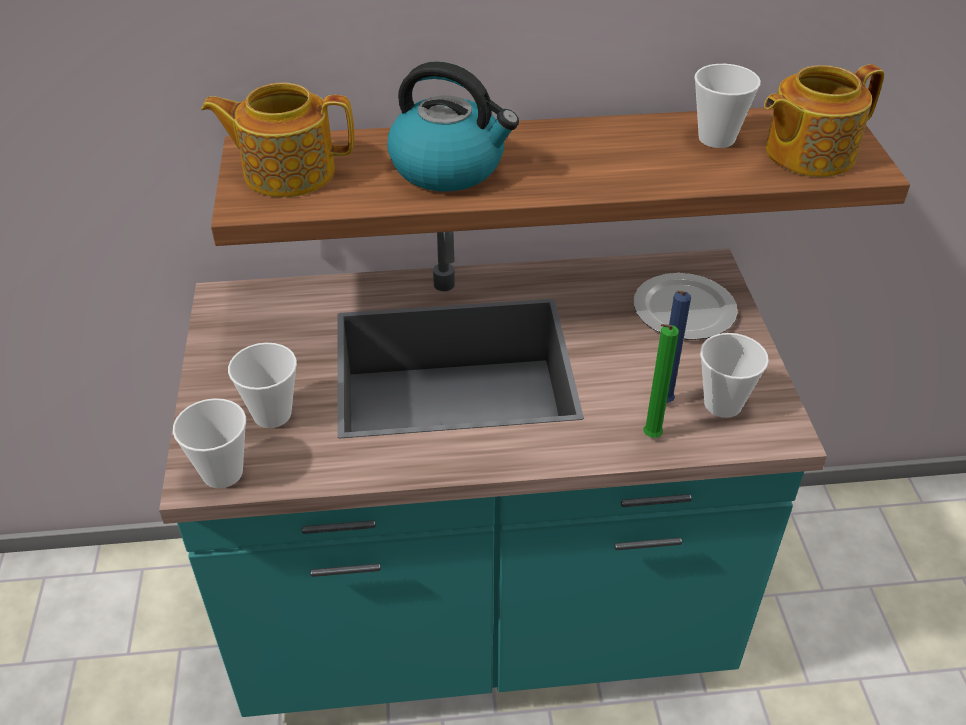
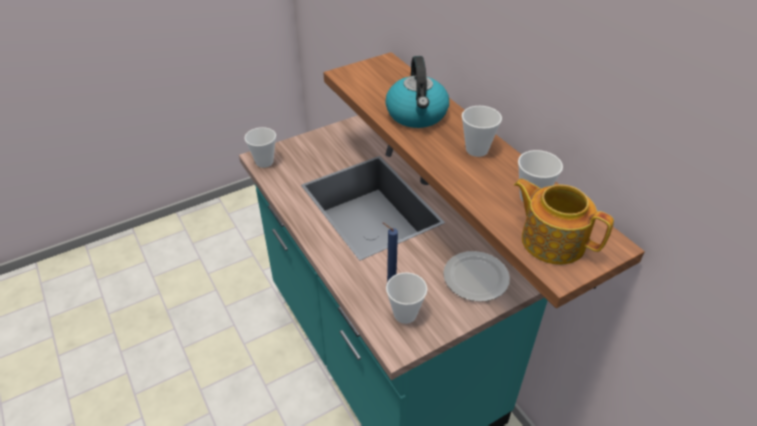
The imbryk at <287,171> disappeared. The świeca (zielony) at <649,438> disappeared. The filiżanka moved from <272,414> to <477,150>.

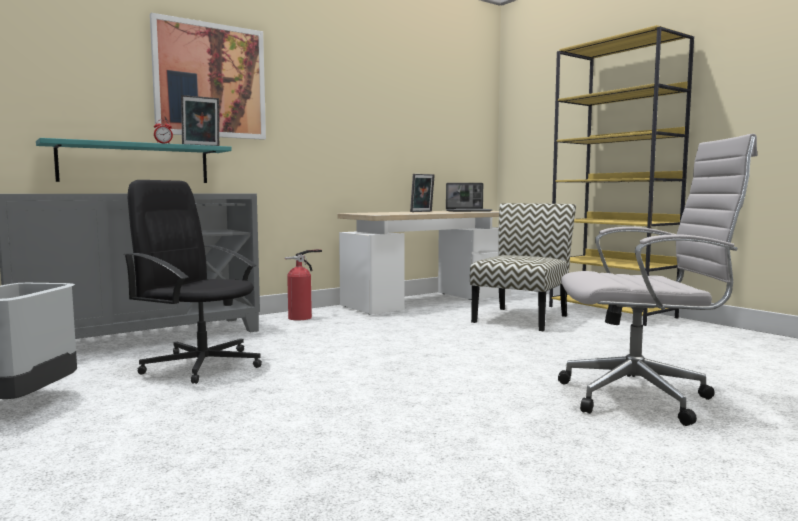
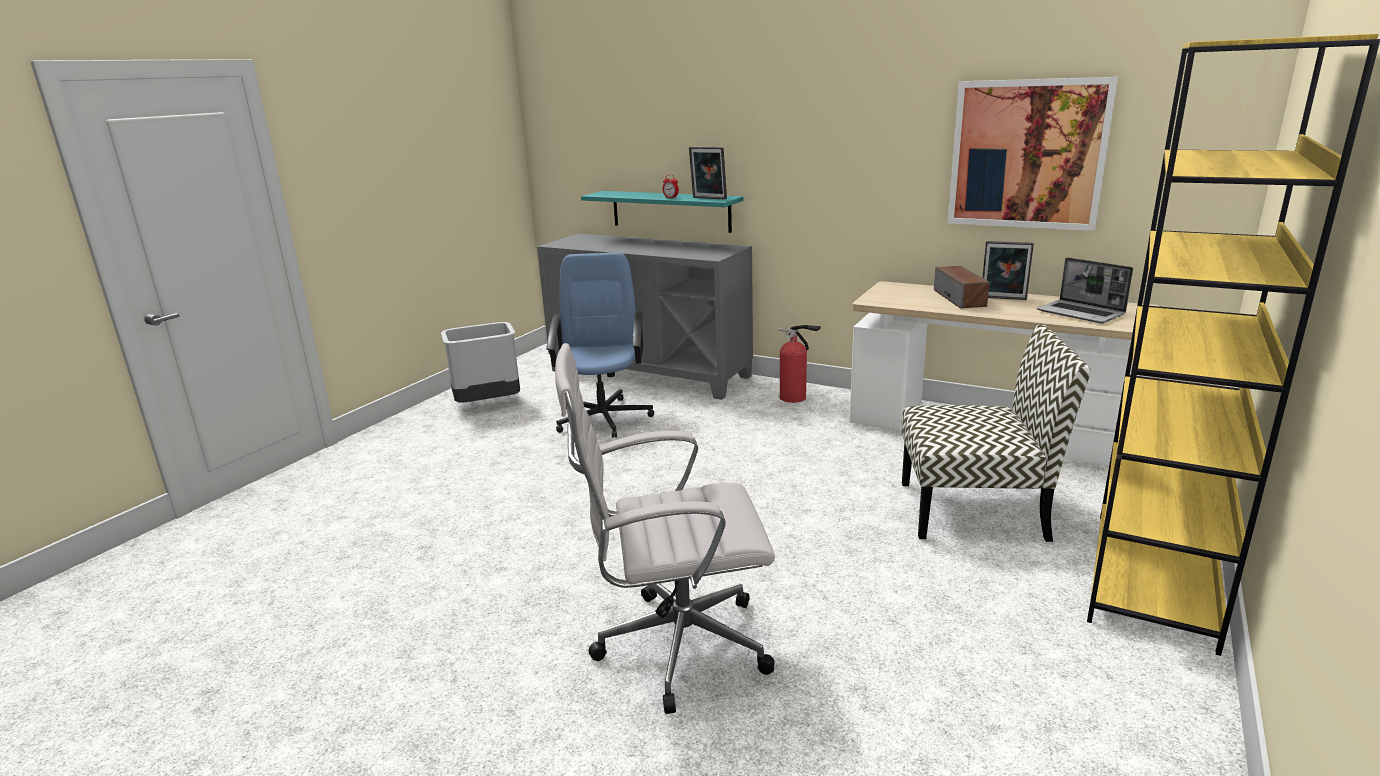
The głośnik at <959,298> appeared. The obraz moved from <210,80> to <1027,154>. The krzesło biurowe (czarny) at <202,364> became the krzesło biurowe (niebieski) at <603,417>. The krzesło biurowe (biały) at <642,397> turned 105 degrees clockwise.

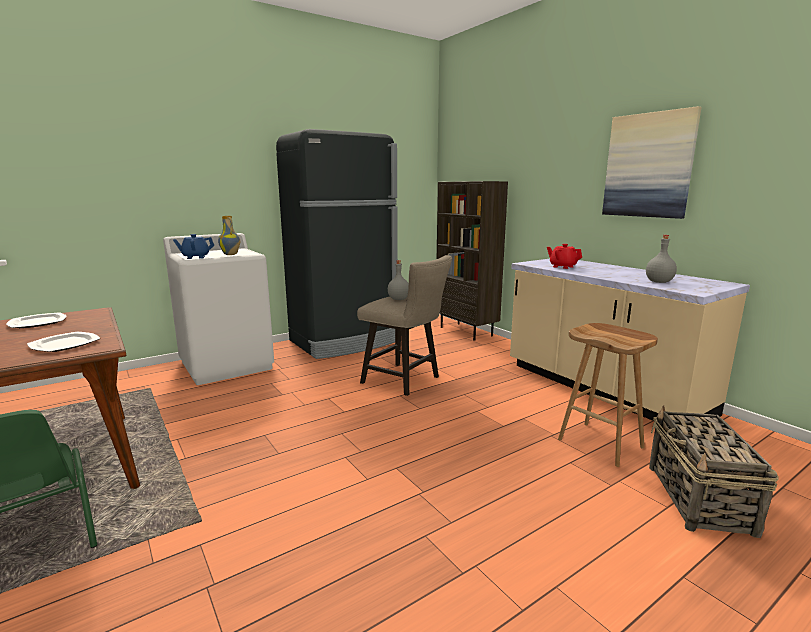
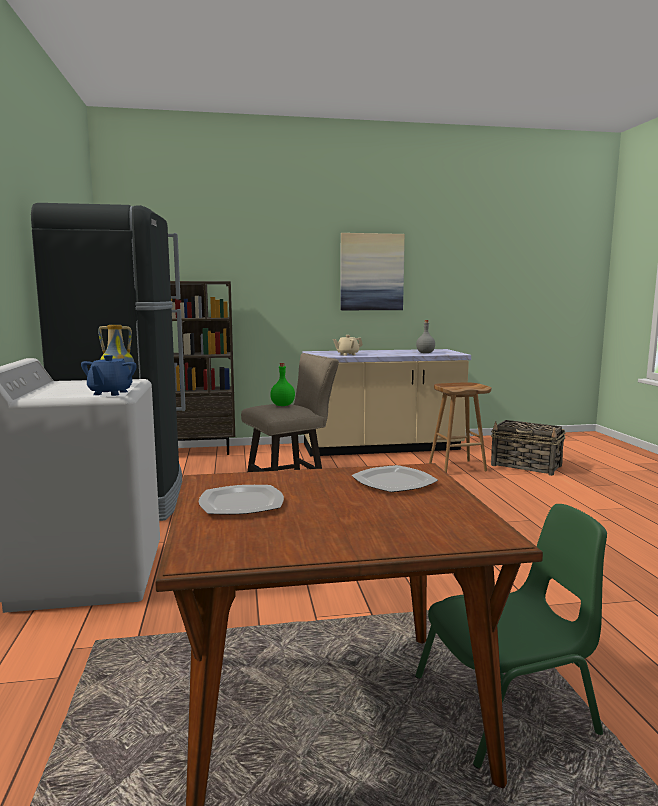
The butelka (szary) at <398,299> became the butelka (zielony) at <282,405>. The imbryk (czerwony) at <562,267> became the imbryk (beżowy) at <347,354>.

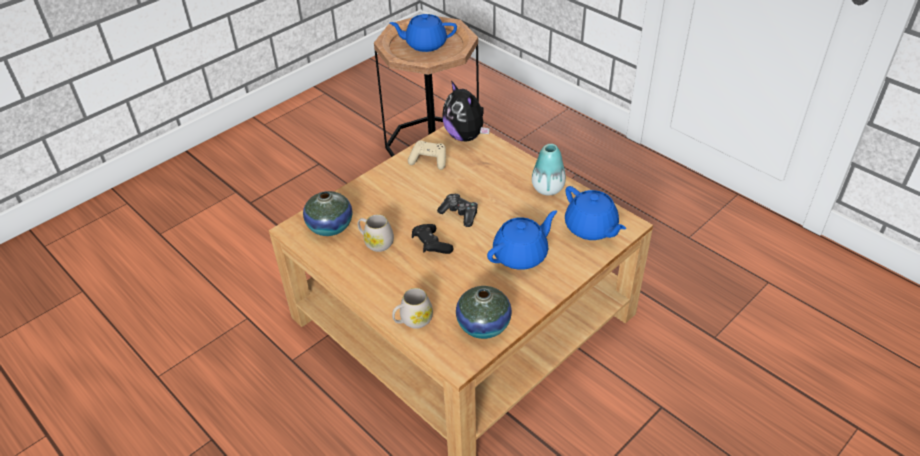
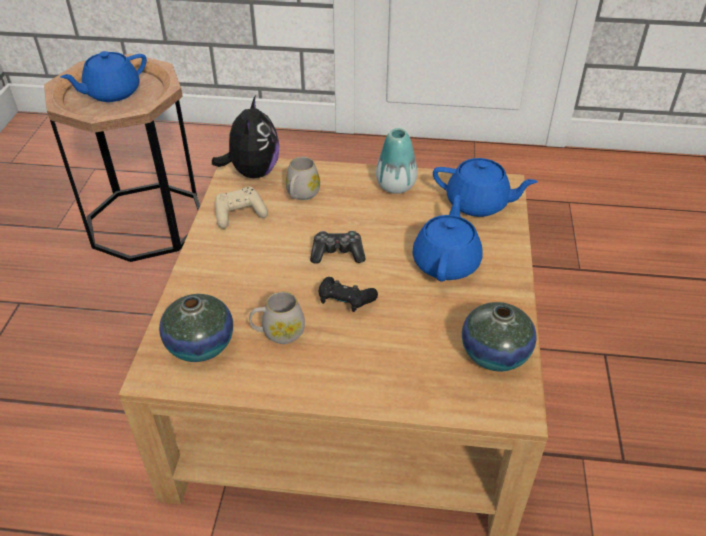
The kubek (biały) moved from <413,320> to <301,195>. The pluszak at <466,136> turned 105 degrees counterclockwise.

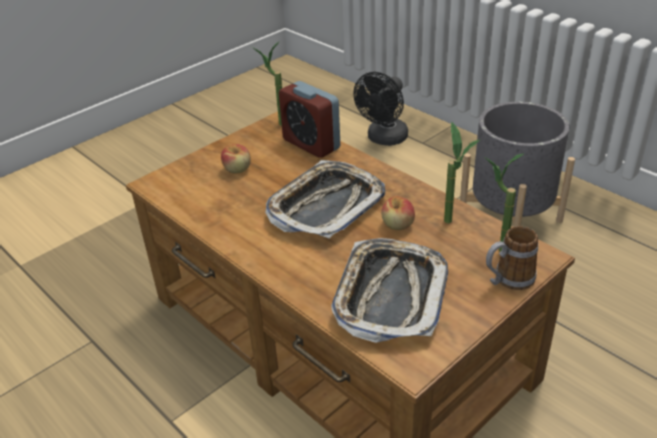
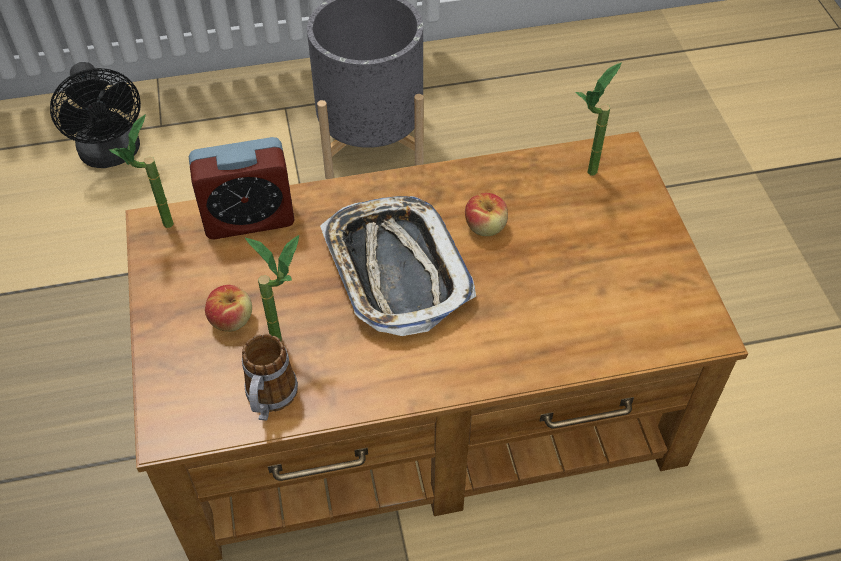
The taca at <390,295> disappeared. The roślina doniczkowa moved from <454,225> to <288,339>. The kubek moved from <508,280> to <269,400>.

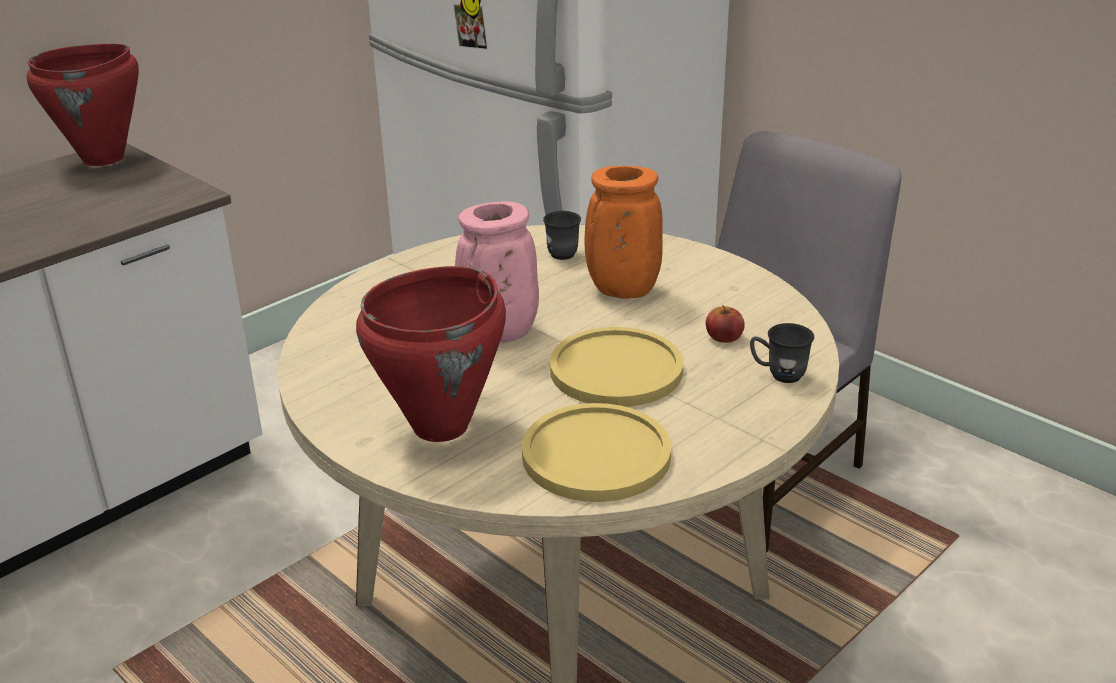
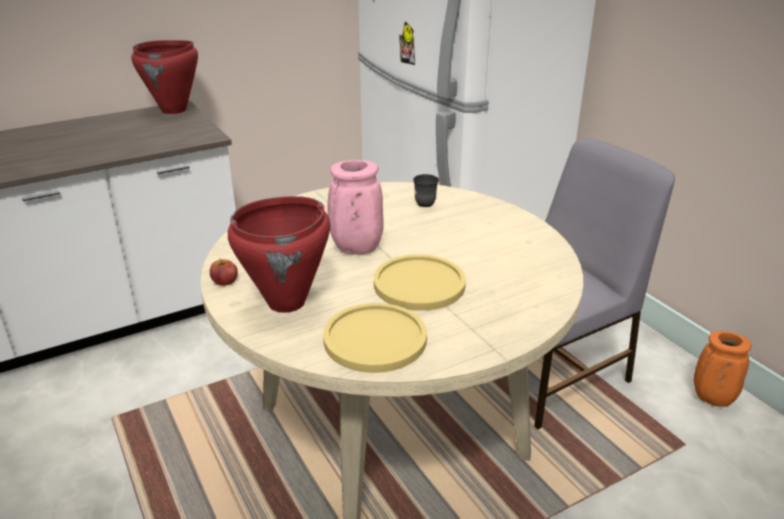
The kubek (szary) at <778,374> disappeared. The wazon (pomarańczowy) moved from <621,291> to <711,399>. The jabłko moved from <724,336> to <224,280>.

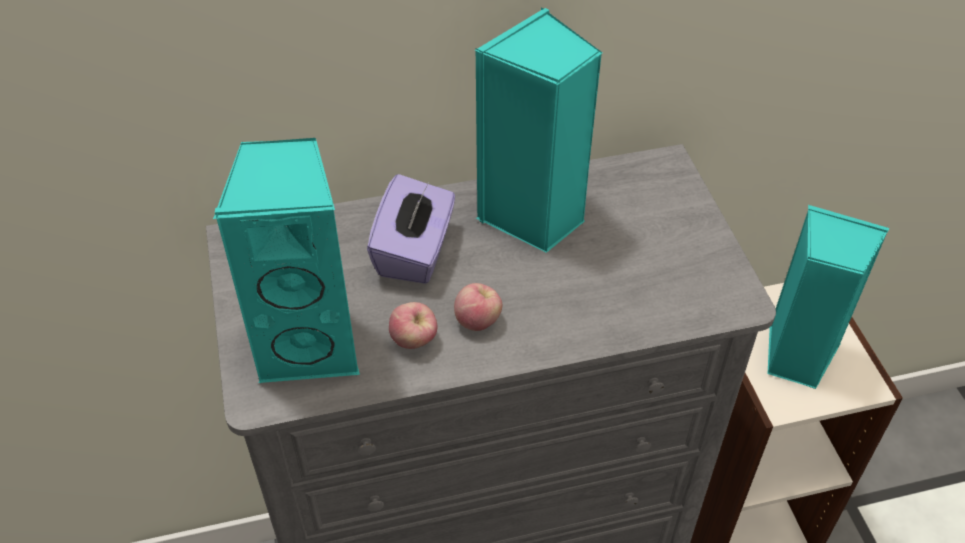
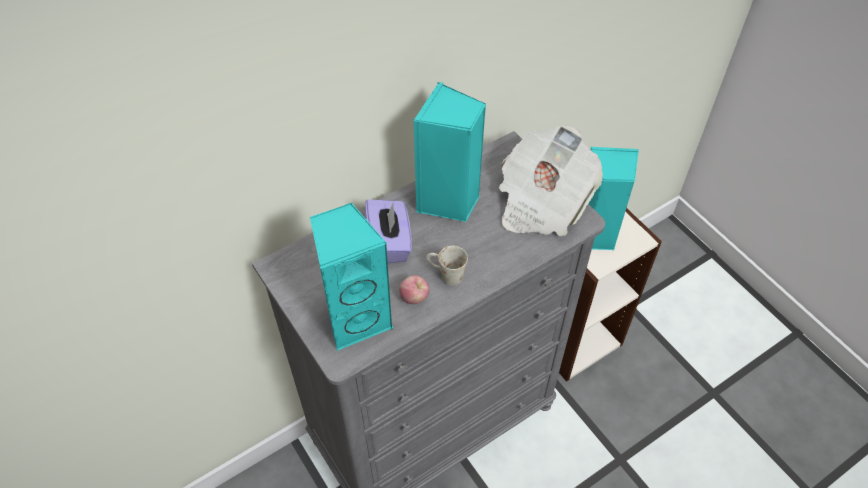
The gazeta at <542,201> appeared. The jabłko at <478,321> was replaced by the kubek (biały) at <445,275>.

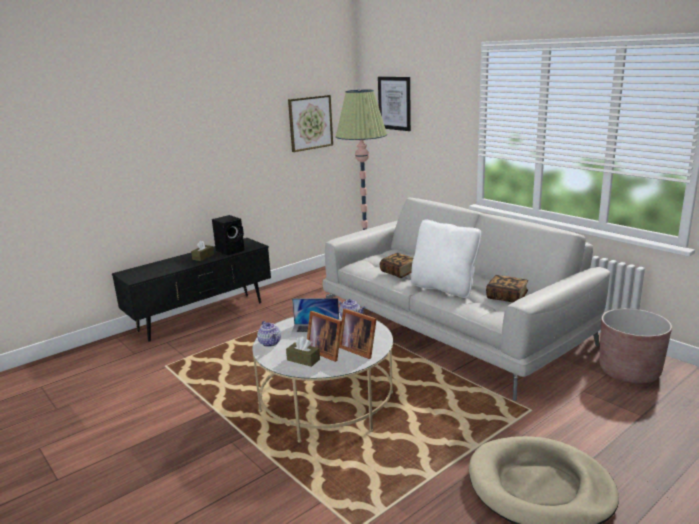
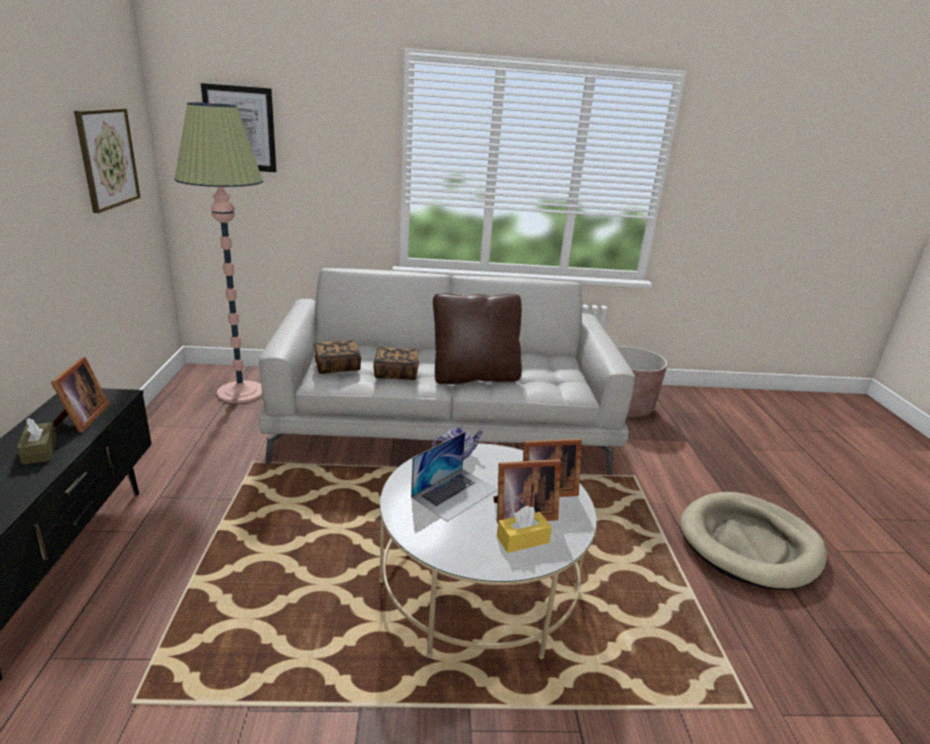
The imbryk at <270,343> disappeared. The książka moved from <506,297> to <337,366>. The głośnik (czarny) at <231,250> was replaced by the ramka na zdjęcie at <81,419>. The pudełko chusteczek (brązowy) at <303,360> became the pudełko chusteczek (żółty) at <522,540>. The poduszka (biały) at <444,288> became the poduszka (brązowy) at <474,376>.

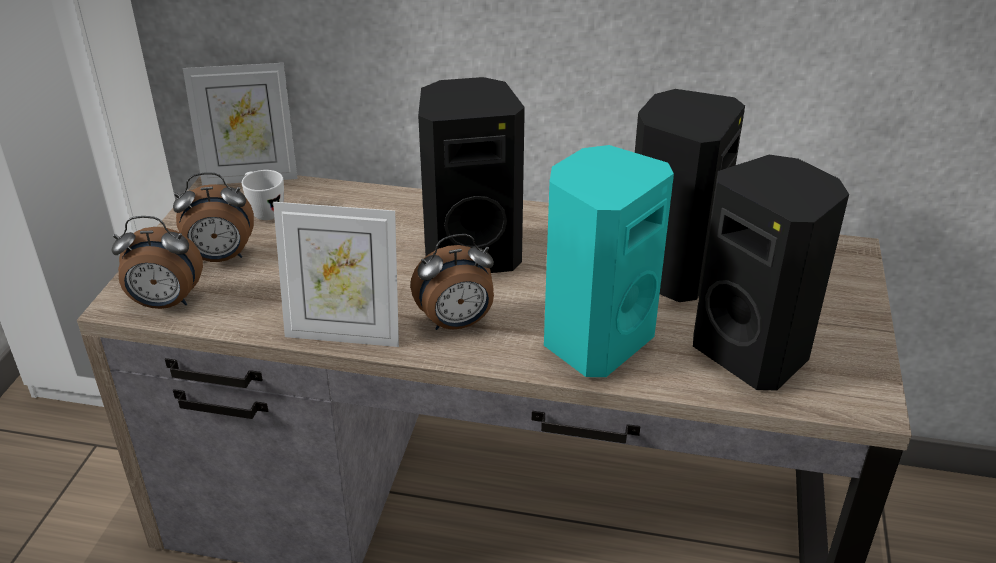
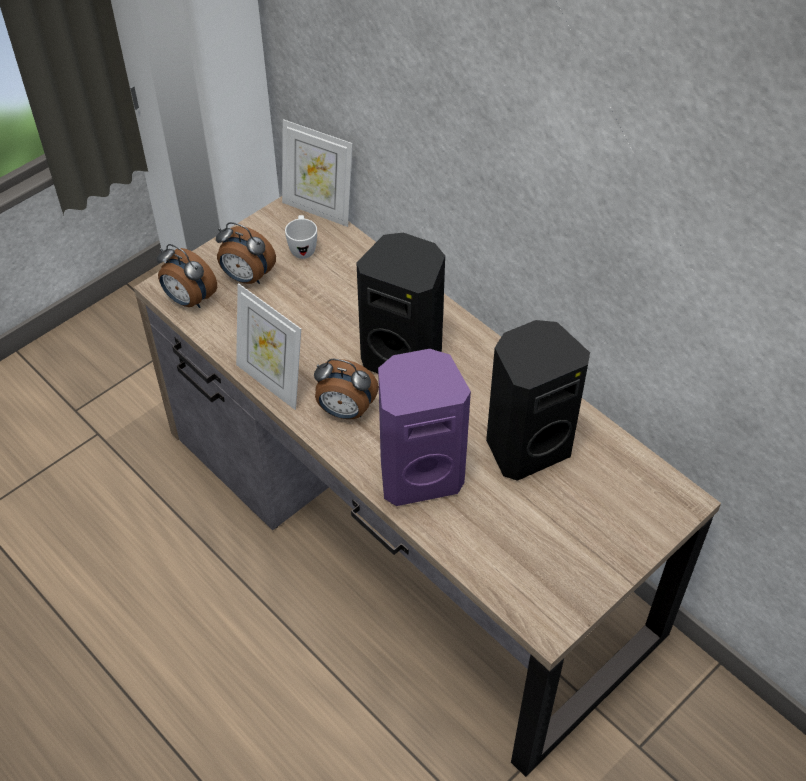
The głośnik (czarny) at <753,353> disappeared. The głośnik (turkusowy) at <594,340> became the głośnik (fioletowy) at <419,474>.

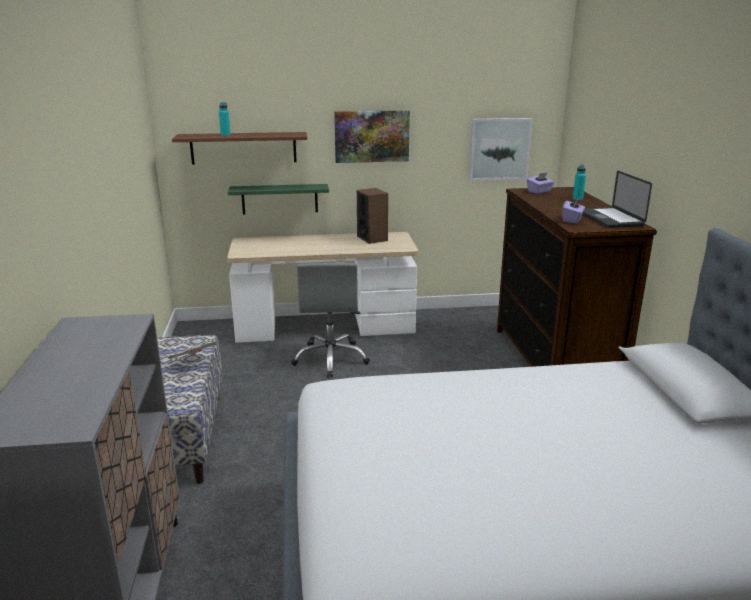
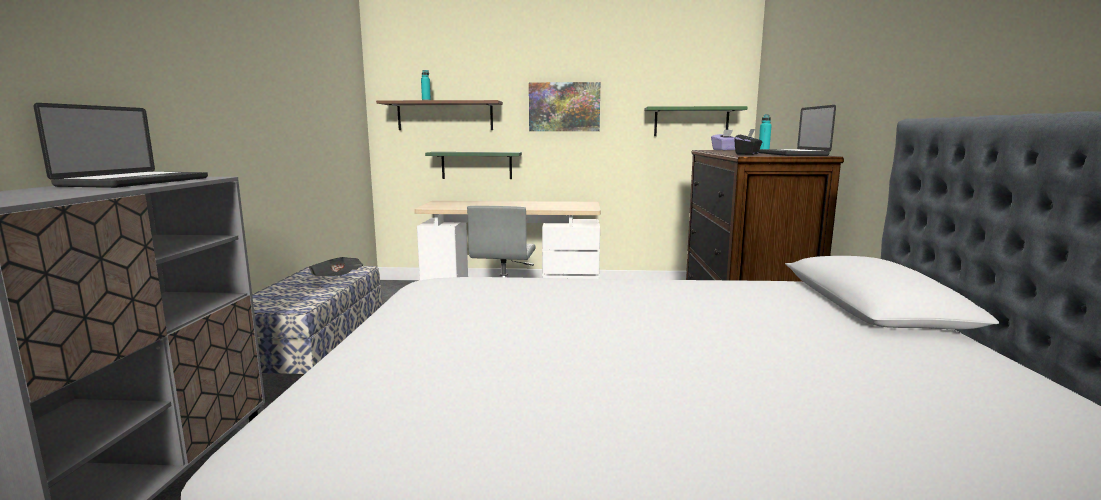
The głośnik at <372,238> disappeared. The laptop at <136,182> appeared. The obraz at <499,149> was replaced by the półka (zielony) at <691,121>. The pudełko chusteczek (fioletowy) at <572,220> became the pudełko chusteczek (czarny) at <747,154>.

